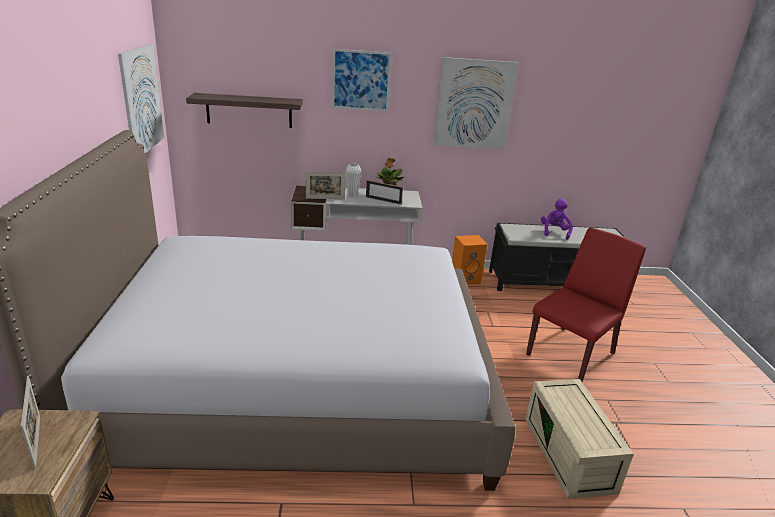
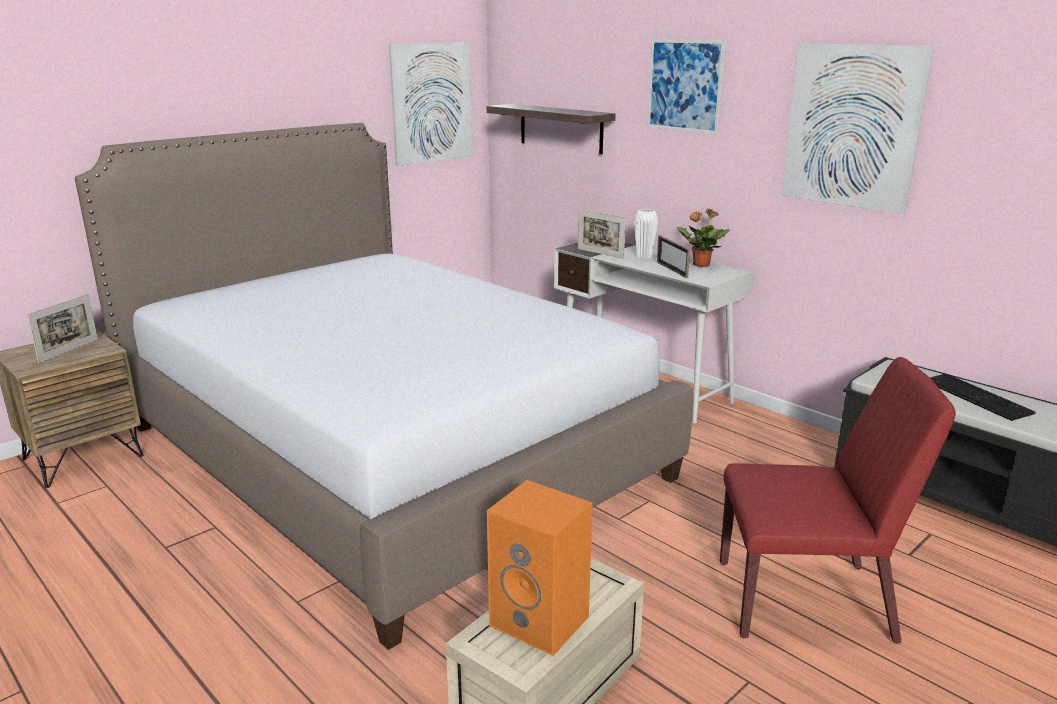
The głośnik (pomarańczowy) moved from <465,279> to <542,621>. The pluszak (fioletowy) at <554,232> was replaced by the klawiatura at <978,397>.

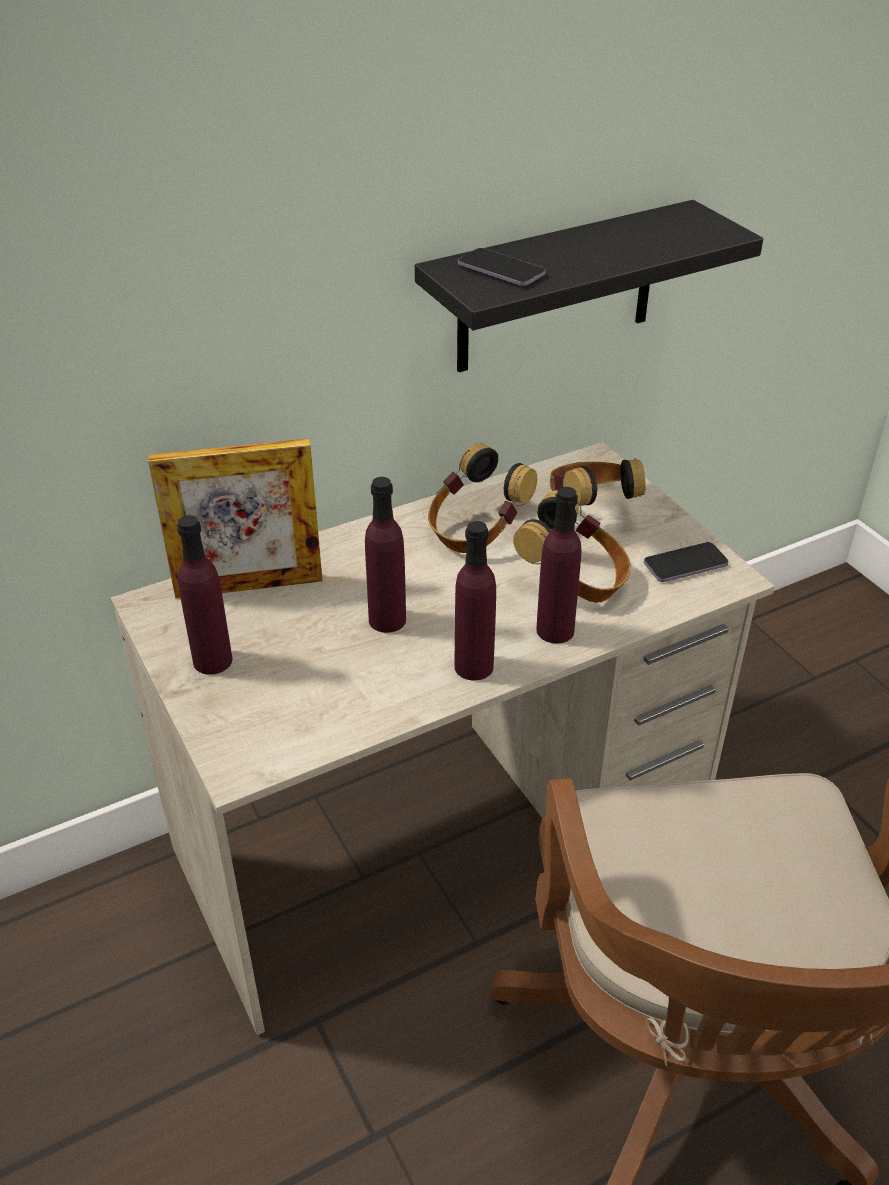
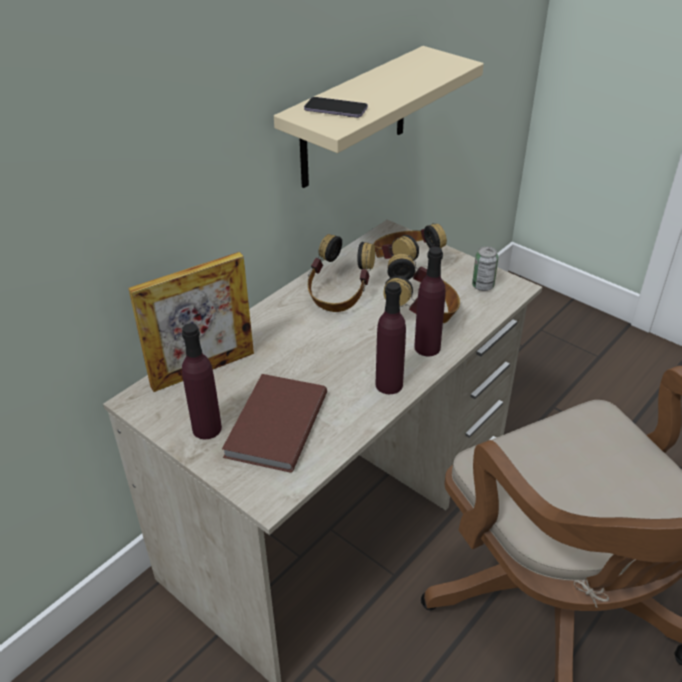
The butelka (fioletowy) at <387,620> disappeared. The książka (brązowy) at <273,425> appeared. The telefon at <685,564> was replaced by the puszka at <483,286>. The półka (czarny) at <556,288> became the półka (beżowy) at <354,119>.

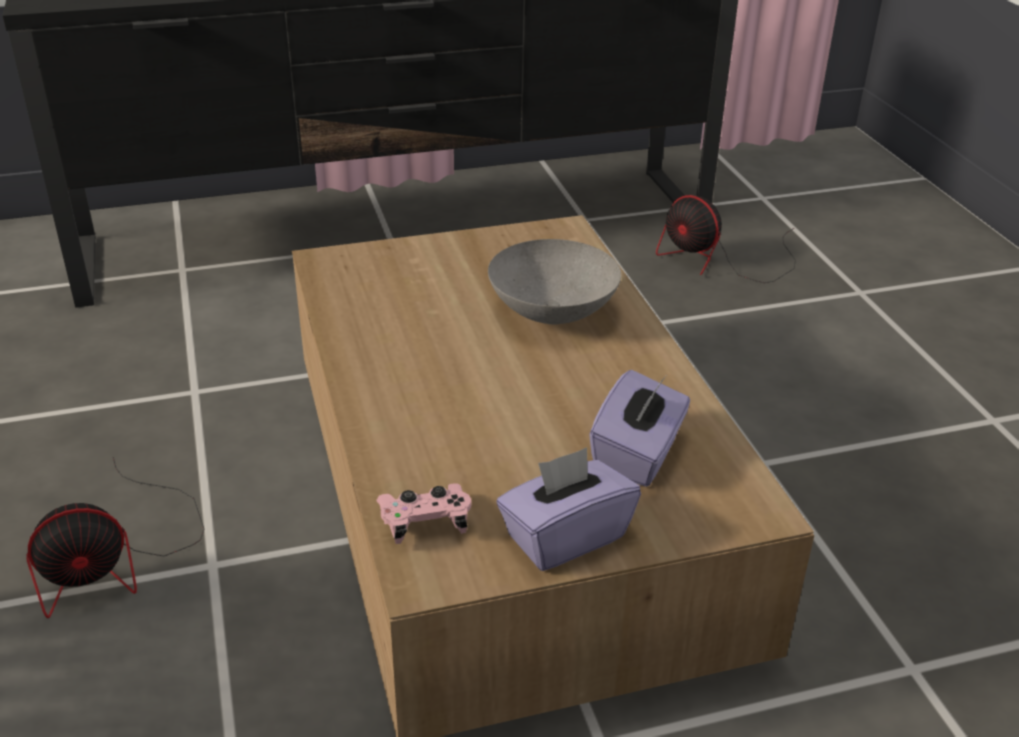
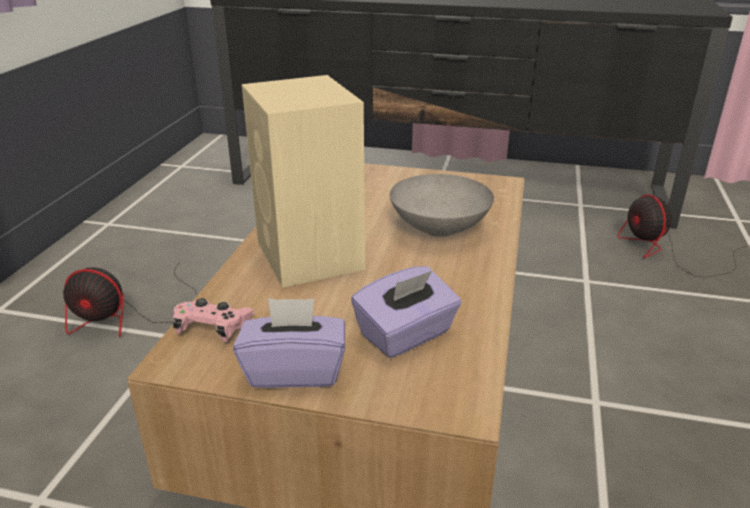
The głośnik (beżowy) at <310,257> appeared.

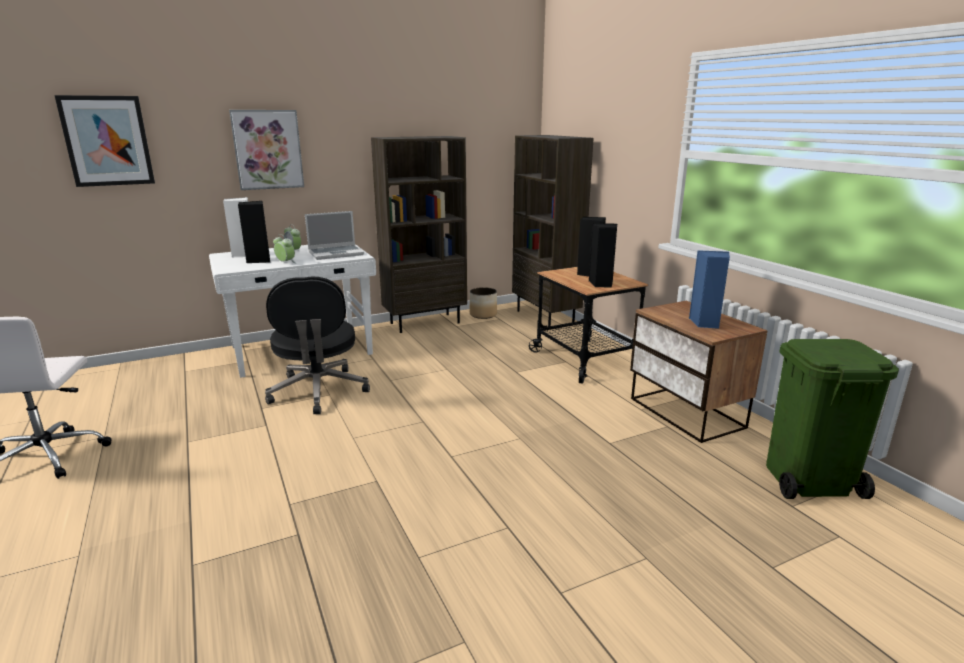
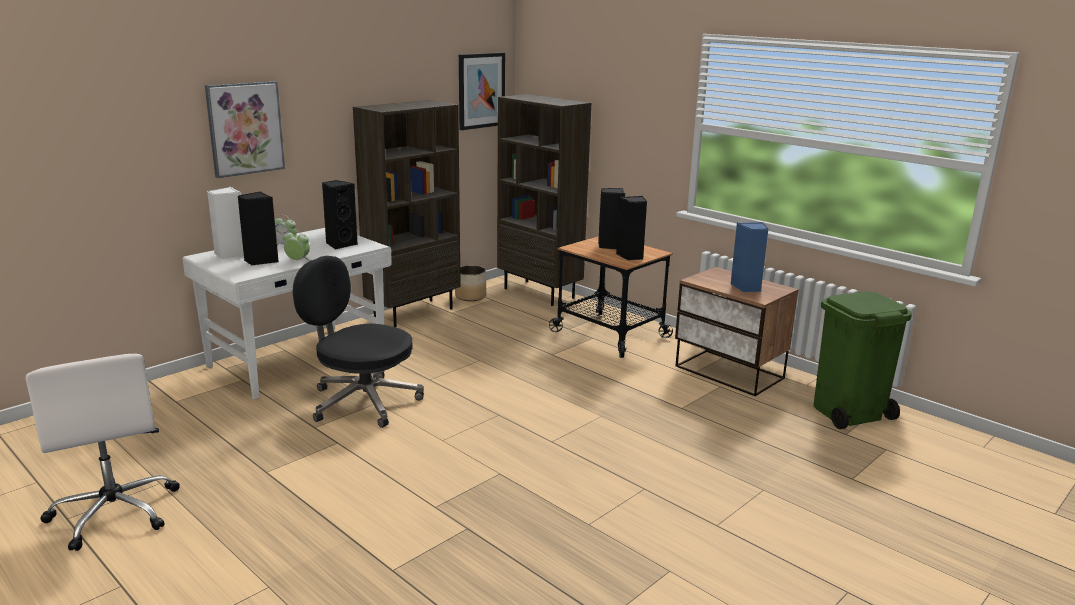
The obraz moved from <107,141> to <481,90>. The laptop at <336,253> was replaced by the głośnik (czarny) at <340,244>. The krzesło biurowe (czarny) at <318,391> turned 150 degrees clockwise.

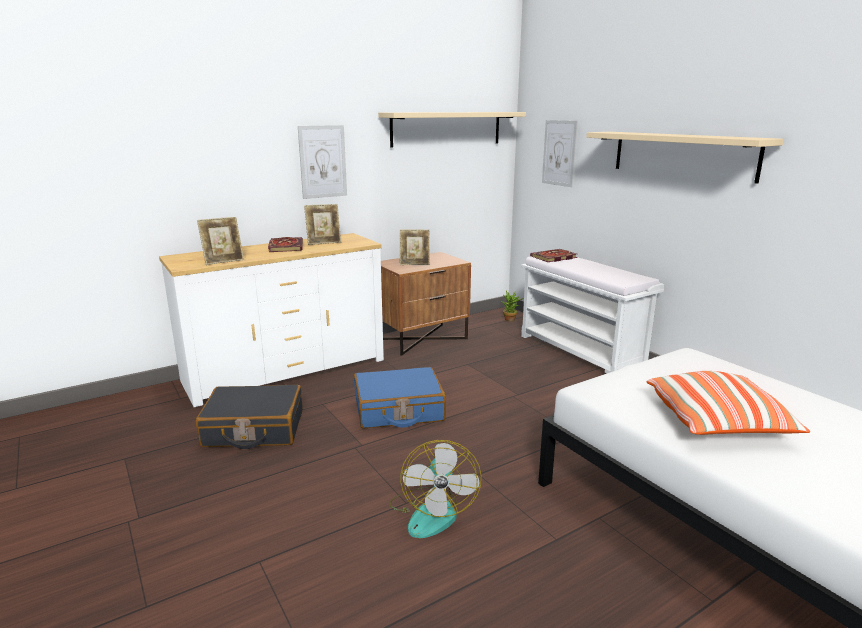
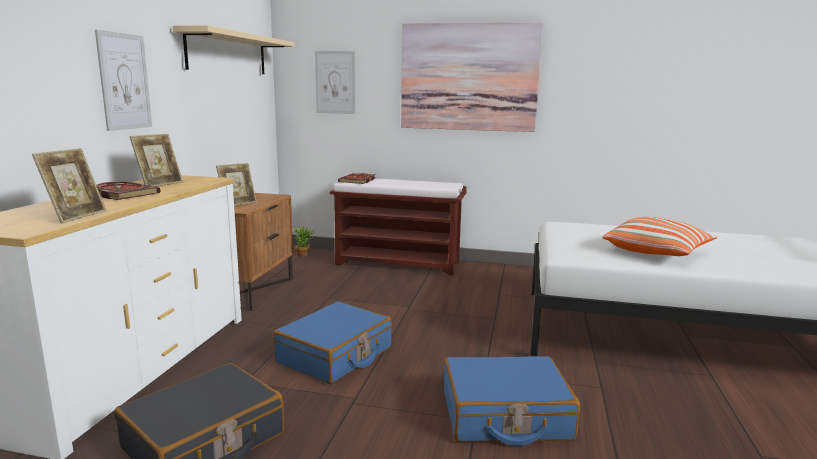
The wentylator at <432,512> was replaced by the walizka (niebieski) at <505,416>. The półka (beżowy) at <682,155> was replaced by the obraz at <469,77>. The ławka (biały) at <581,351> became the ławka (brązowy) at <399,263>.

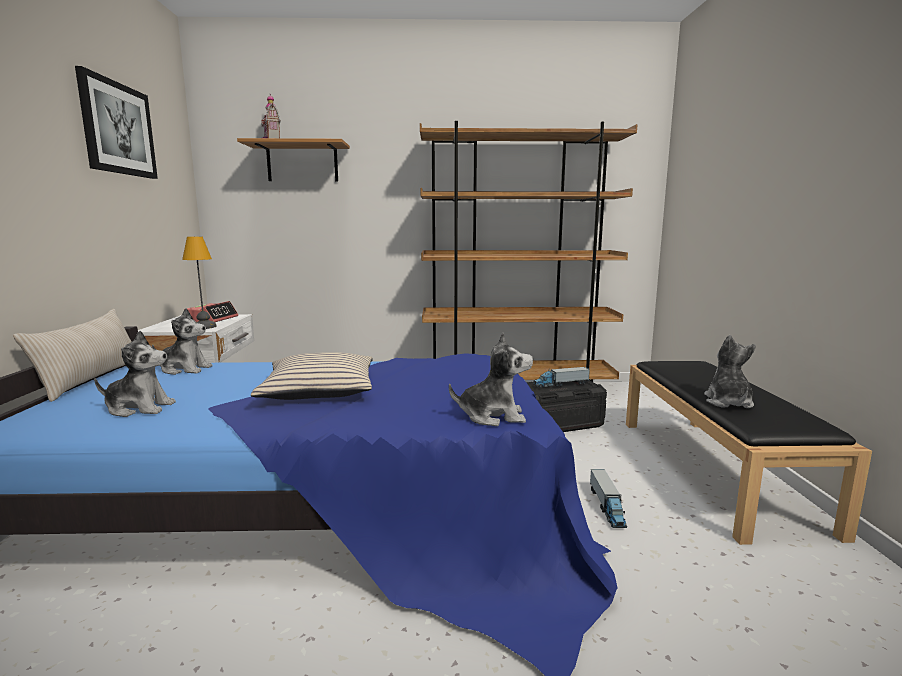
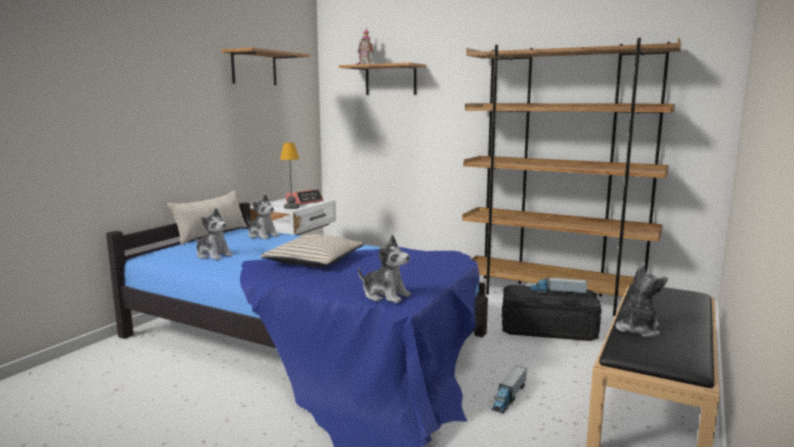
The obraz at <118,129> was replaced by the półka at <254,68>.

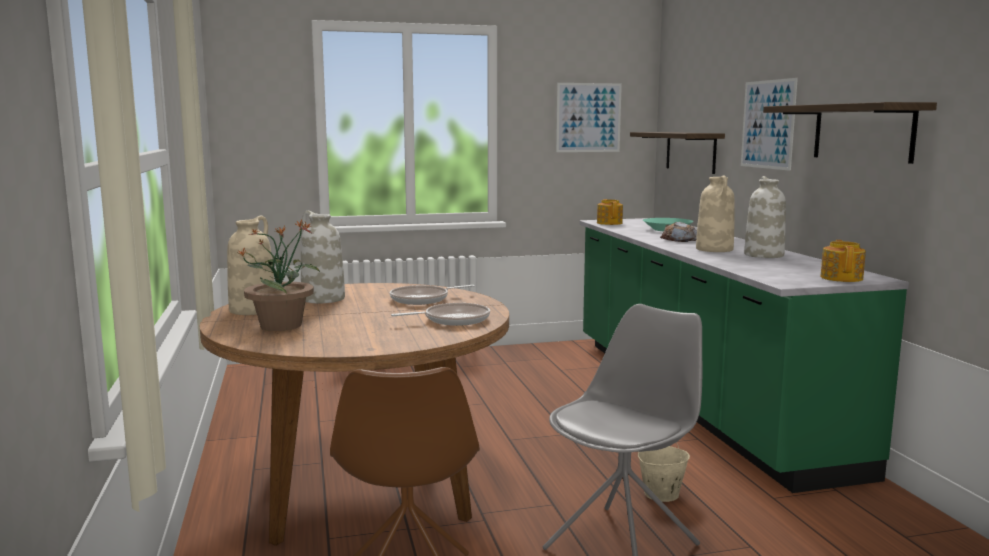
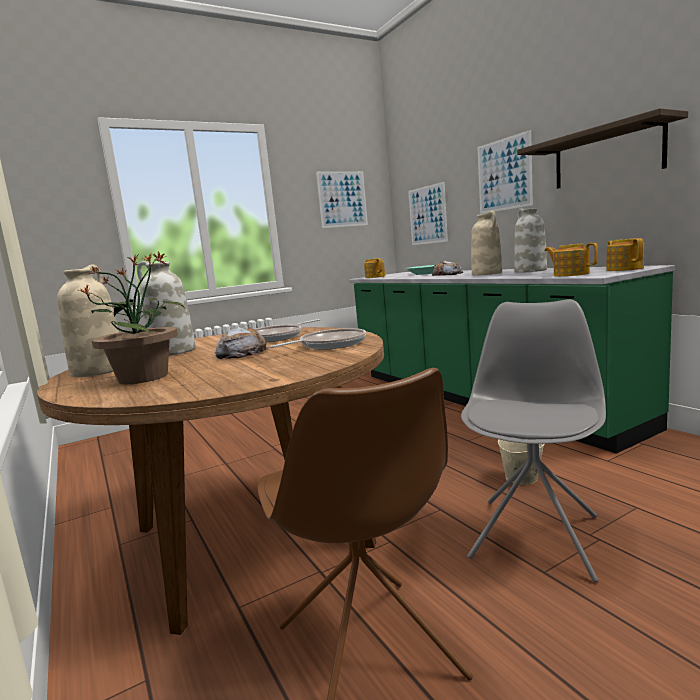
The chleb at <242,353> appeared. The imbryk at <570,274> appeared. The półka at <690,151> was replaced by the obraz at <427,215>.

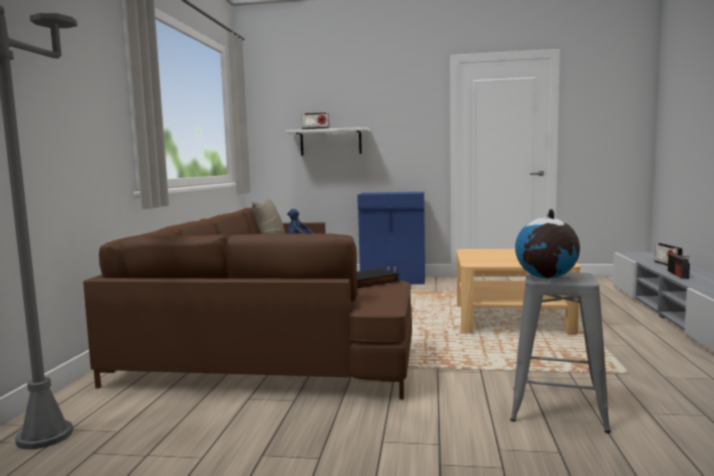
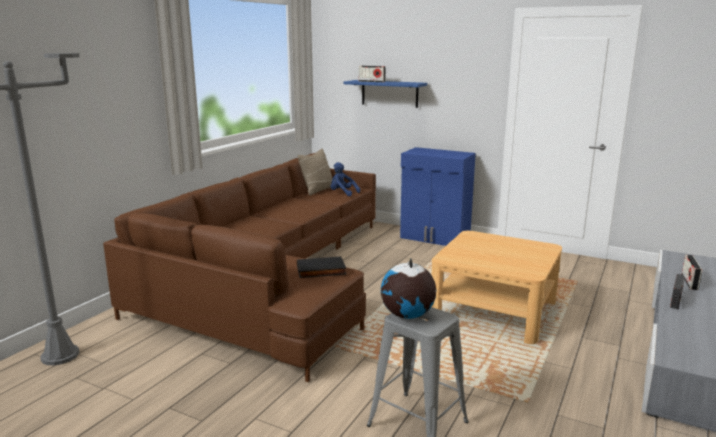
The półka (biały) at <330,142> became the półka (niebieski) at <389,93>.

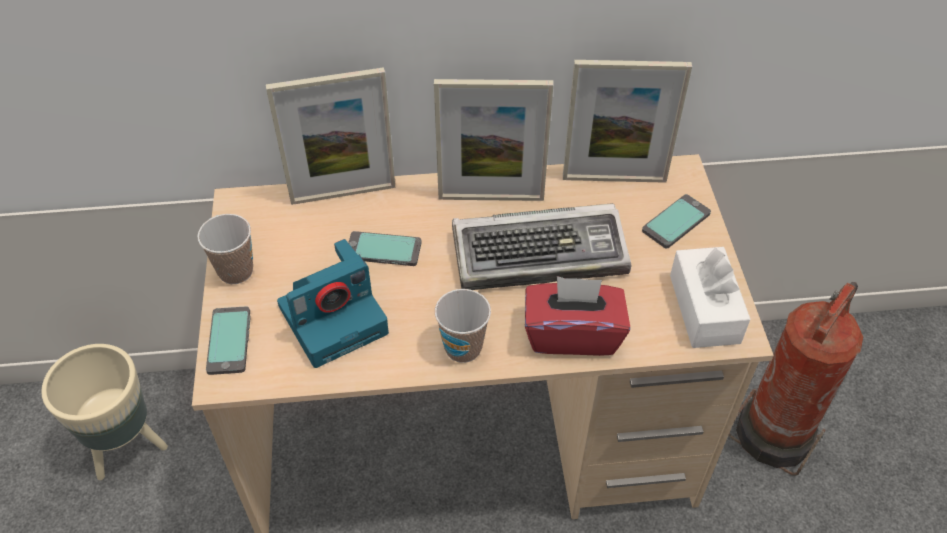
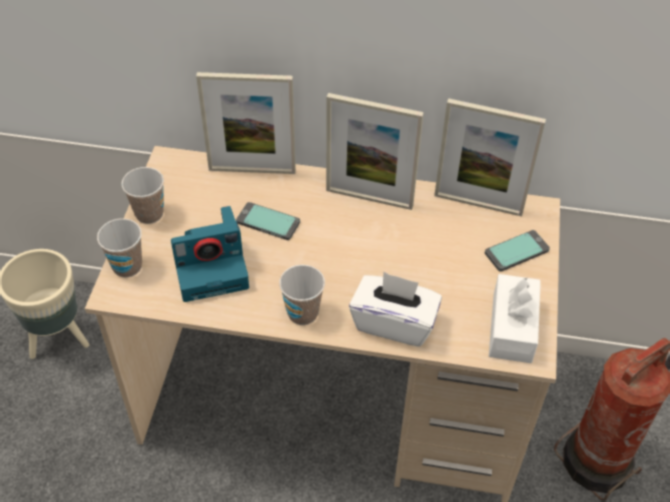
The klawiatura at <541,254> disappeared. The telefon at <229,341> was replaced by the filiżanka at <127,266>. The pudełko chusteczek (czerwony) at <572,334> became the pudełko chusteczek (biały) at <394,323>.

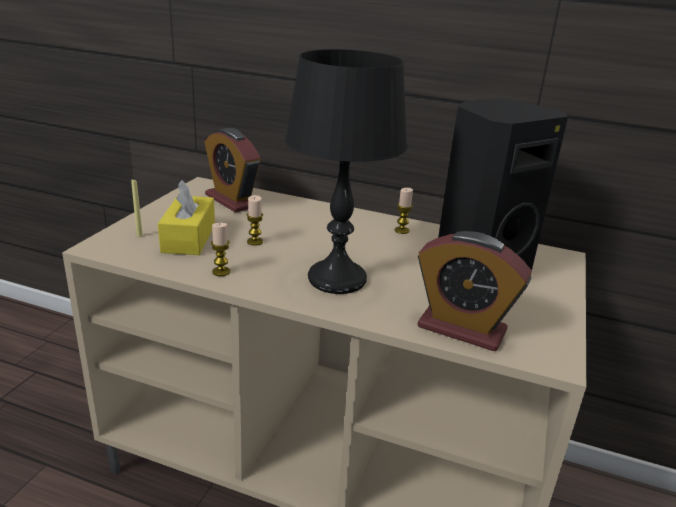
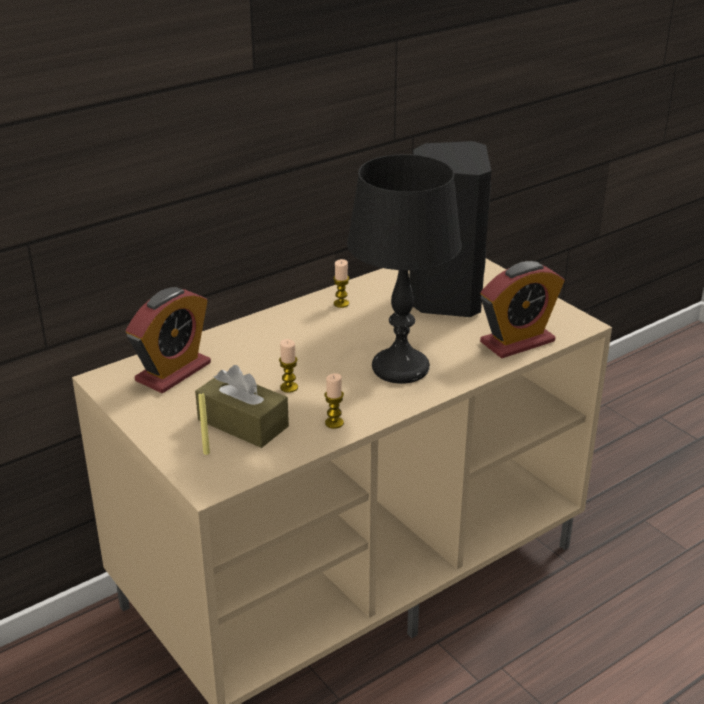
The pudełko chusteczek (żółty) at <189,238> became the pudełko chusteczek (brązowy) at <243,423>. The budzik at <232,200> turned 45 degrees counterclockwise.

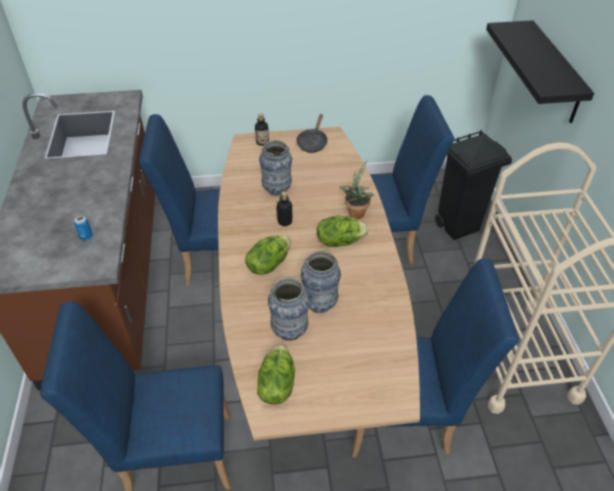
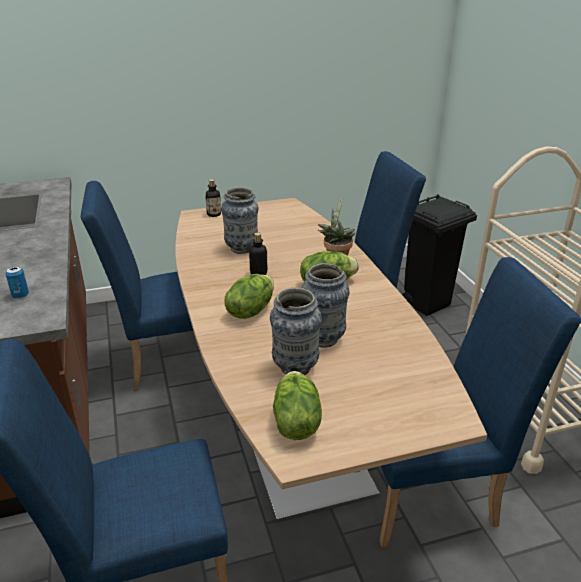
The patelnia (czarny) at <312,142> disappeared. The półka (czarny) at <554,73> disappeared.

